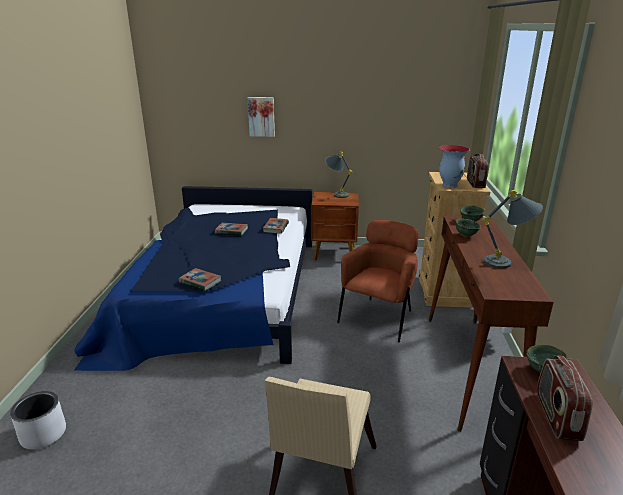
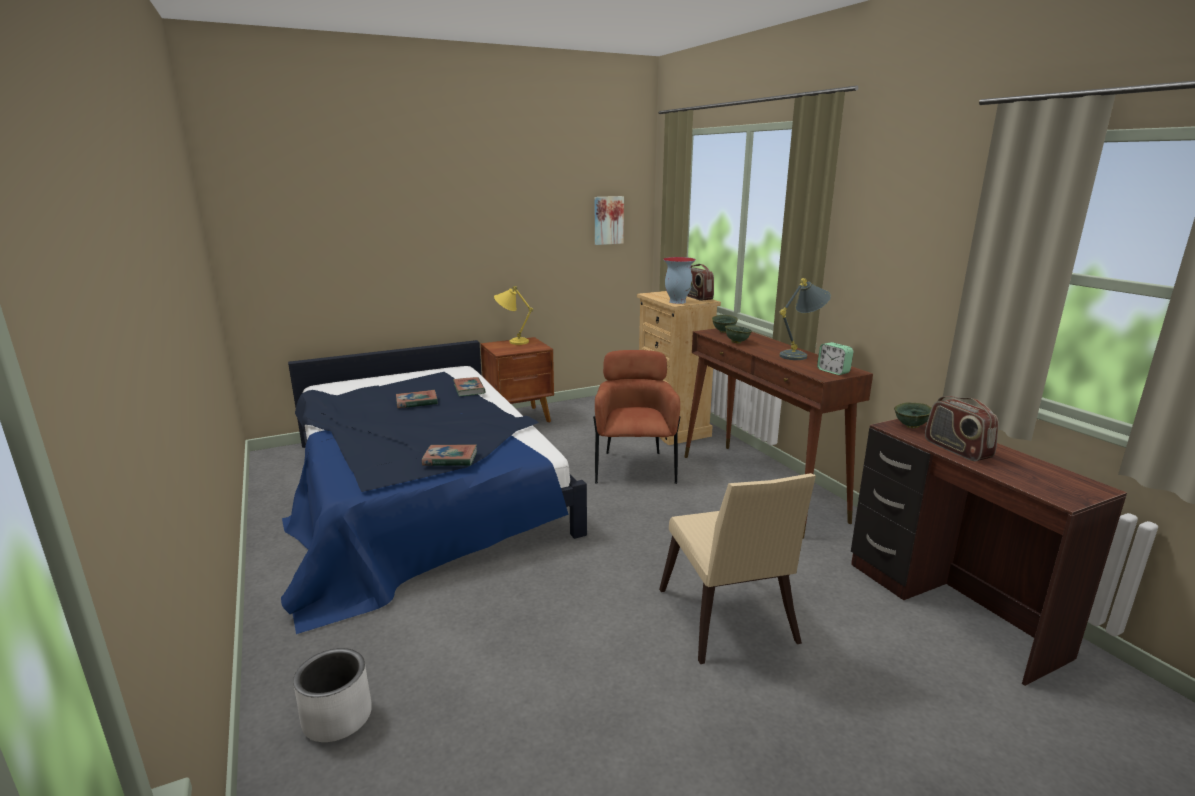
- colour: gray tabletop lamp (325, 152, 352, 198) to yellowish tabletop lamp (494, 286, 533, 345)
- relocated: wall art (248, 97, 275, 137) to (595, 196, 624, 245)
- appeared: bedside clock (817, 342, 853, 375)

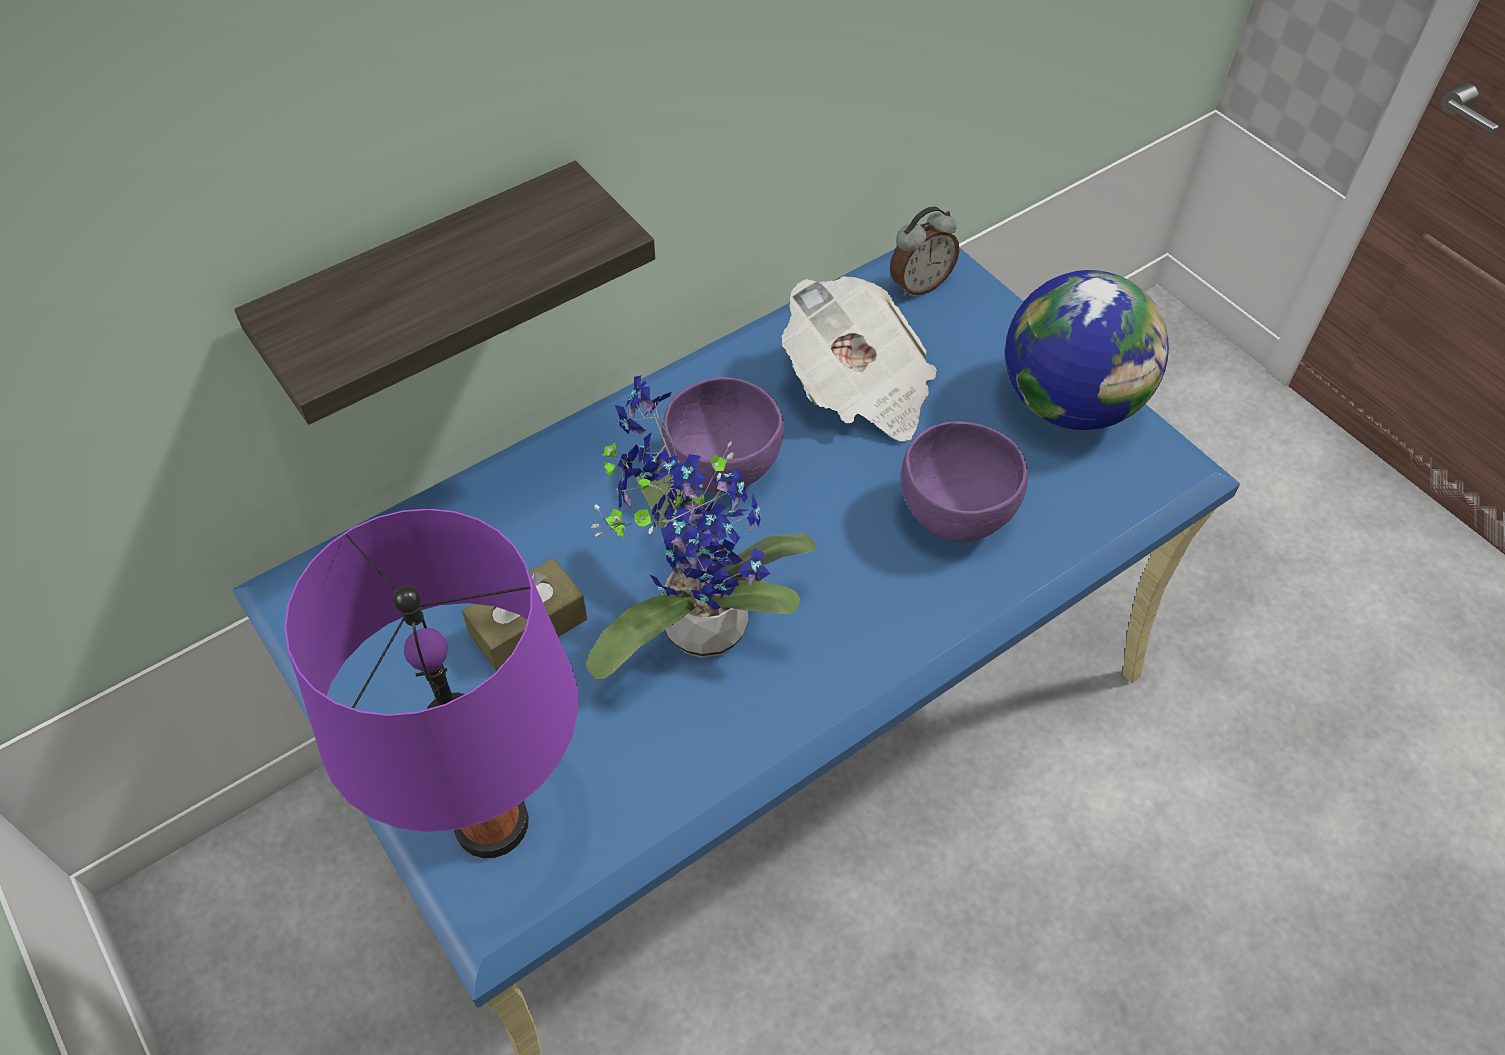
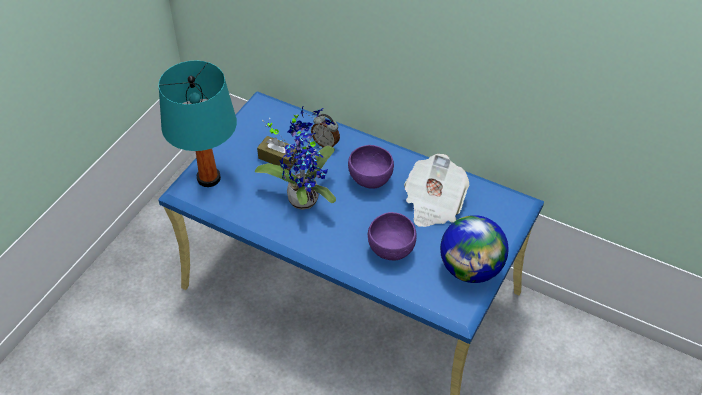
- colour: purplish tabletop lamp (284, 509, 578, 858) to turquoise tabletop lamp (159, 60, 237, 187)
- relocated: bedside clock (890, 206, 959, 297) to (311, 114, 340, 148)
- missing: shelf (234, 161, 655, 425)

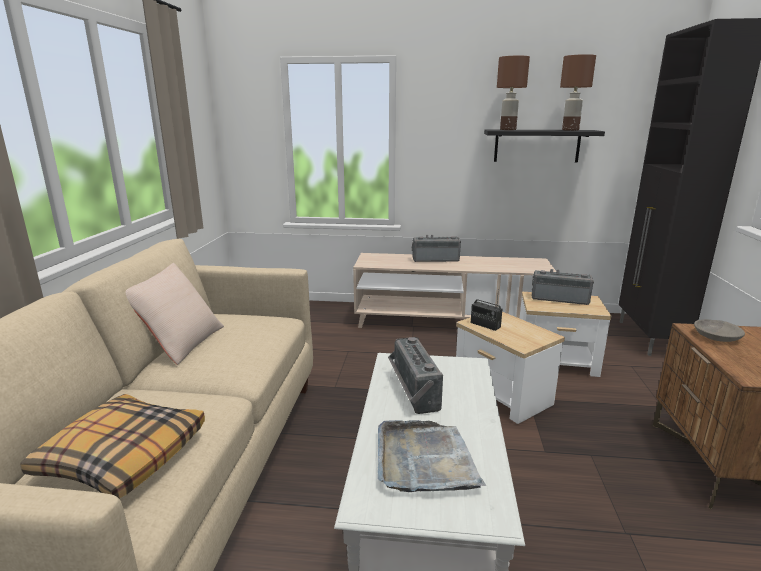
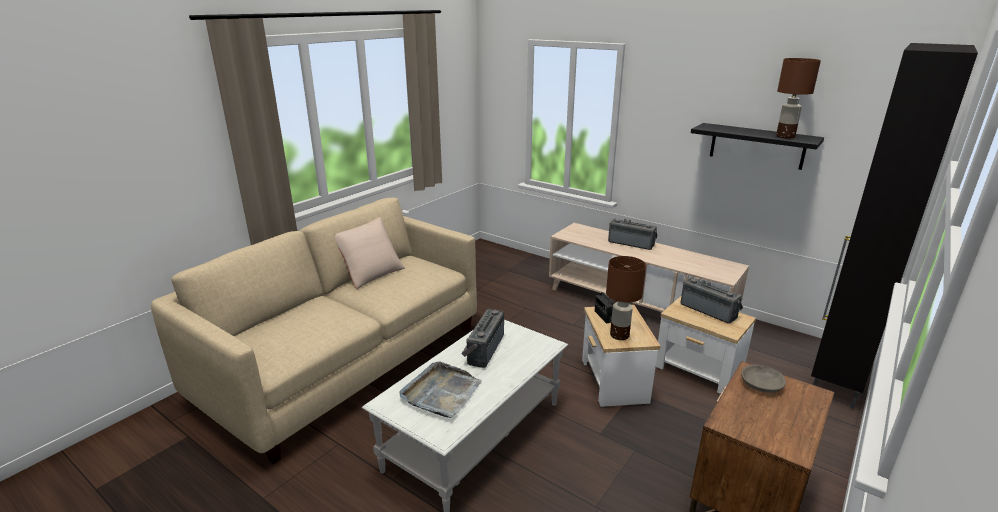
- relocated: brown-coloured tabletop lamp (497, 56, 530, 130) to (606, 256, 646, 340)
- missing: pillow (20, 394, 205, 499)

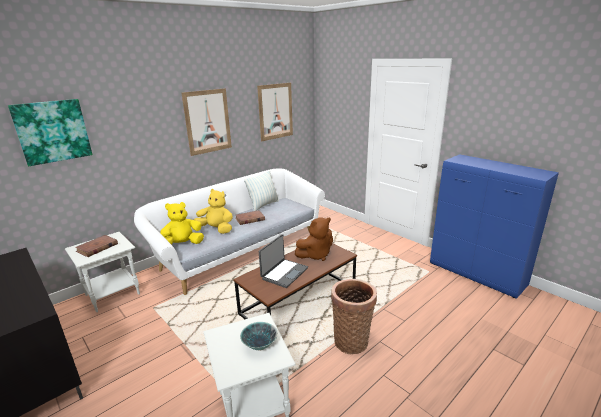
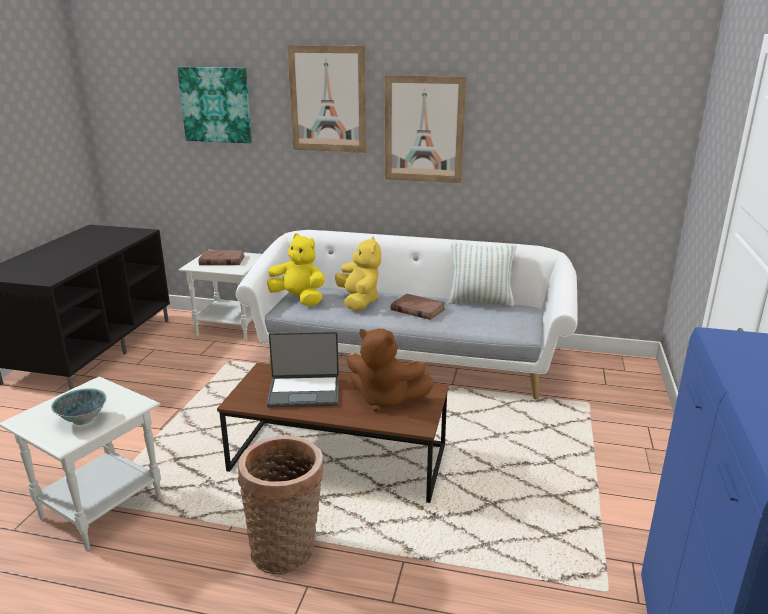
- relocated: wall art (257, 83, 293, 141) to (287, 45, 367, 153)

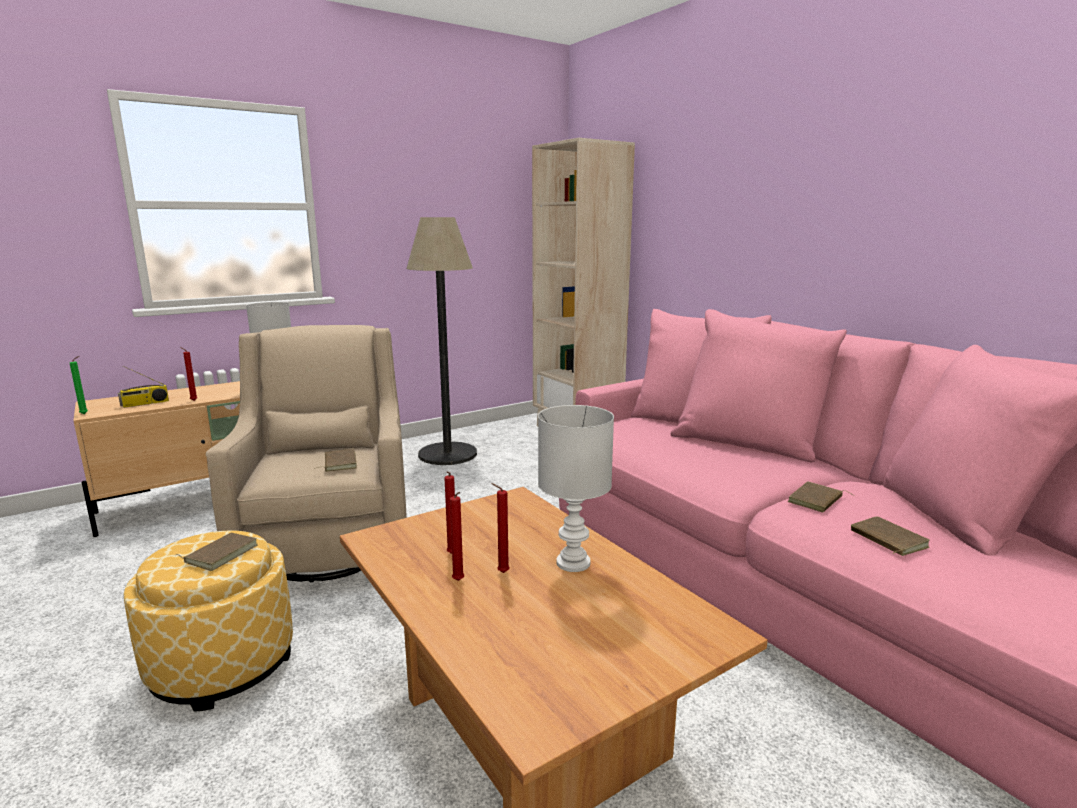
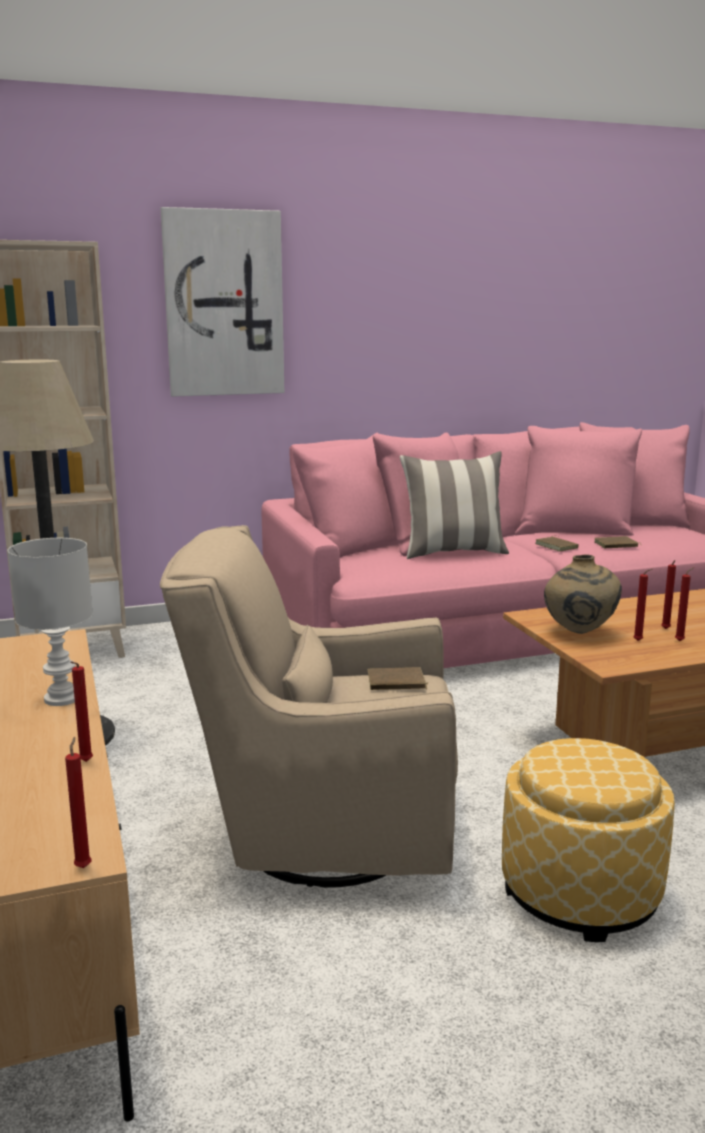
- colour: green-coloured wax candle (70, 356, 88, 414) to red wax candle (65, 737, 92, 868)
- appeared: wall art (160, 207, 284, 397)
- appeared: pillow (400, 451, 509, 559)
- appeared: beige vase (544, 554, 622, 634)
- missing: radio set (118, 366, 169, 408)
- missing: brown-coloured book (176, 533, 257, 571)
- missing: whitish tabletop lamp (538, 405, 614, 572)

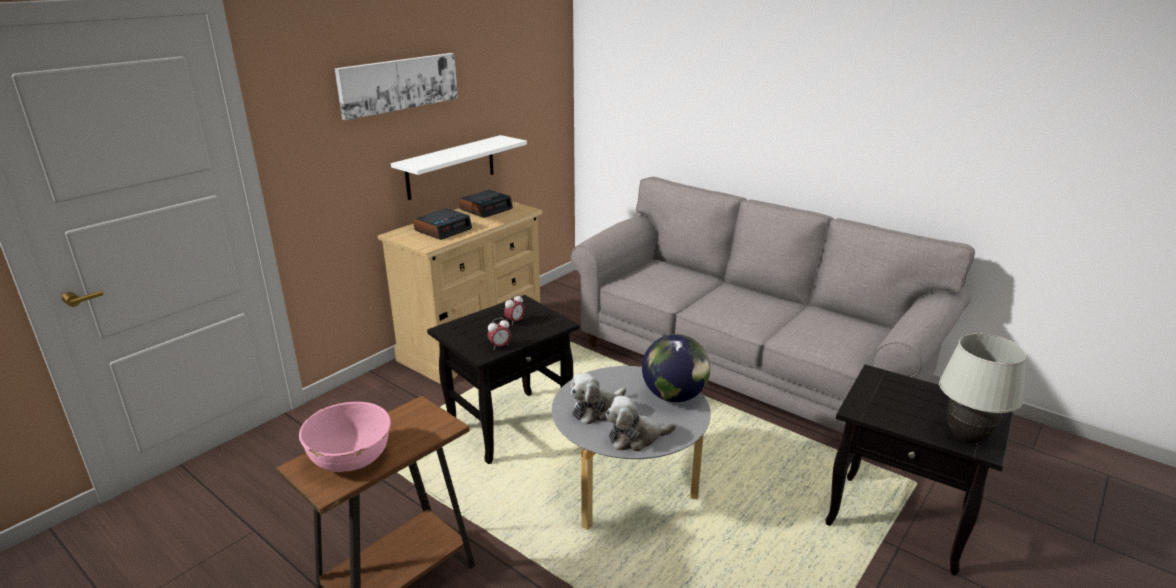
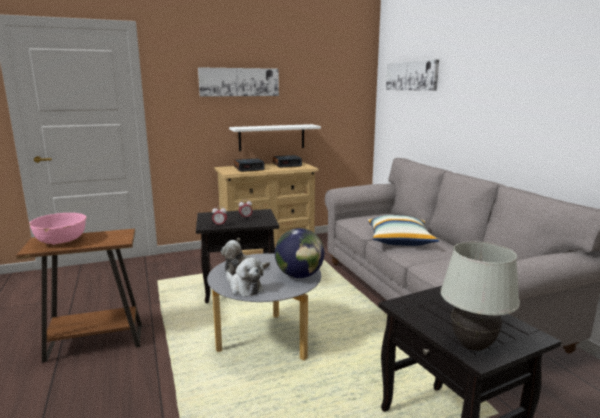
- spun: plush toy (605, 395, 677, 452) = (226, 257, 264, 296) 150 degrees counterclockwise
- appeared: pillow (367, 215, 439, 246)
- appeared: wall art (386, 59, 439, 91)

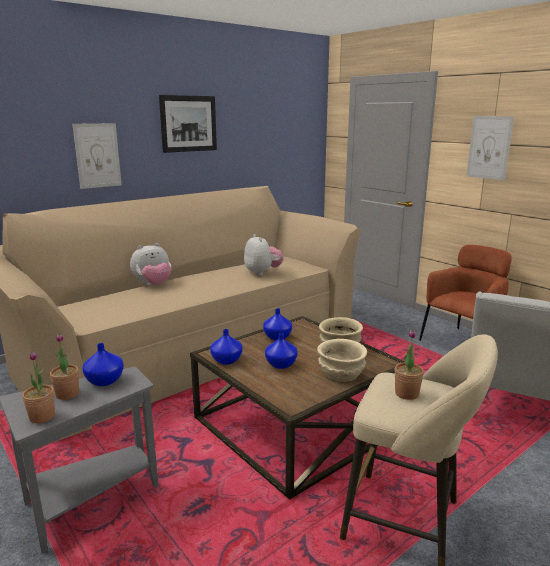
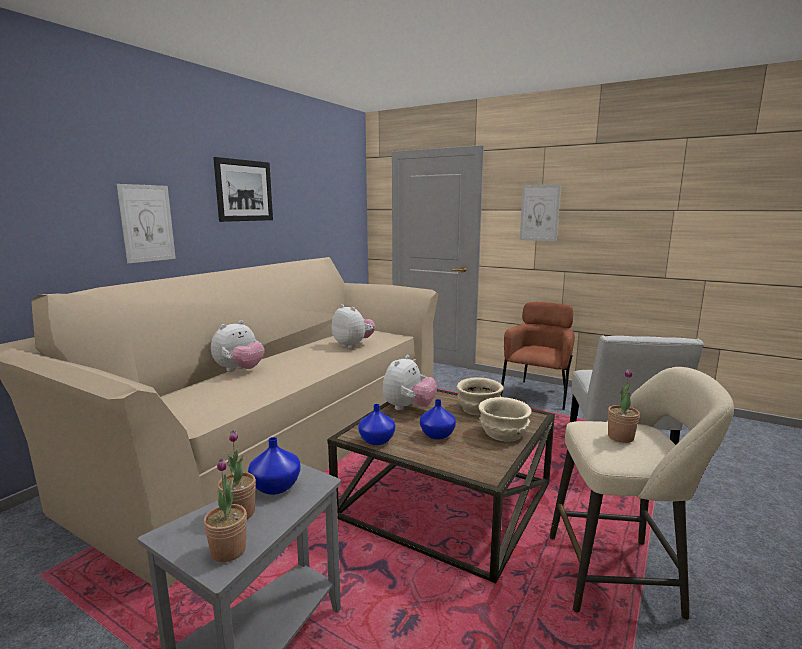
- exchanged: bluish vase (263, 308, 292, 340) to plush toy (382, 355, 437, 410)

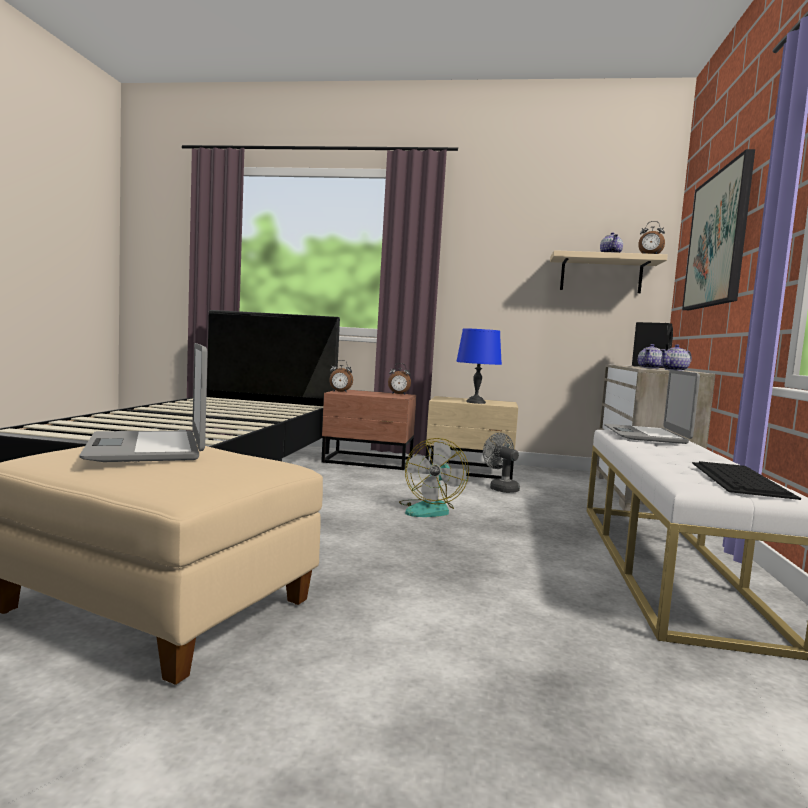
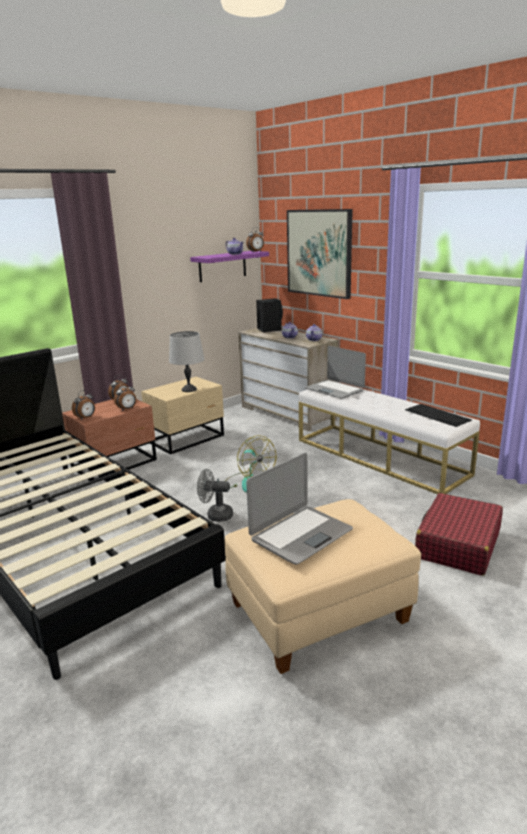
- appeared: bedside clock (114, 382, 136, 411)
- colour: bluish tabletop lamp (456, 328, 502, 404) to gray tabletop lamp (169, 331, 205, 392)
- colour: beige shelf (550, 250, 668, 293) to purplish shelf (190, 251, 269, 282)
- relocated: gray fan (483, 433, 520, 493) to (197, 469, 233, 522)
- spun: notebook computer (79, 343, 208, 462) = (246, 453, 353, 564) 60 degrees counterclockwise
- appeared: red travel case (415, 493, 503, 576)

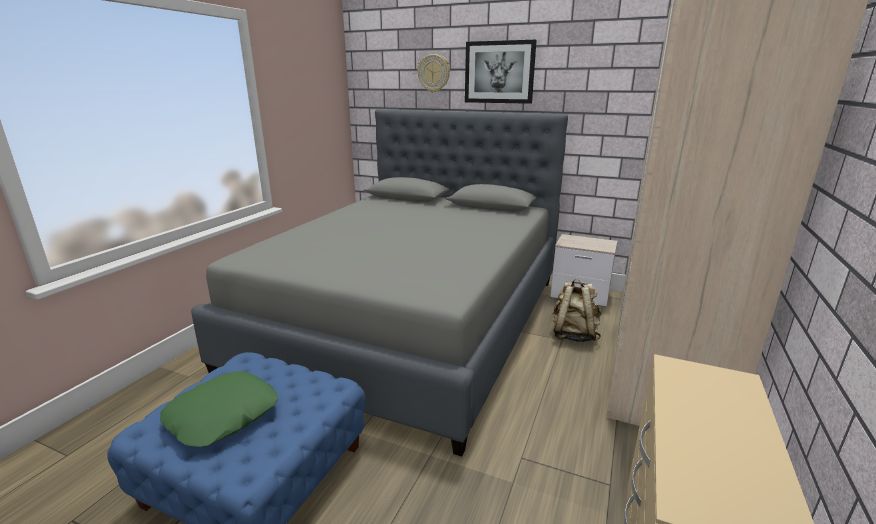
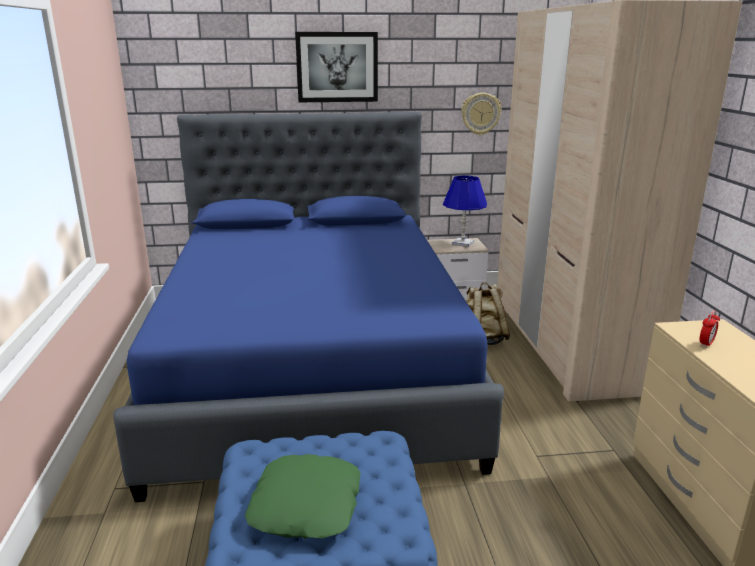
- colour: gray bed (191, 109, 568, 456) to bluish bed (113, 112, 504, 502)
- appeared: bluish tabletop lamp (443, 175, 487, 247)
- relocated: clock on the wall (417, 54, 450, 93) to (461, 93, 502, 135)
- appeared: bedside clock (699, 311, 720, 348)

